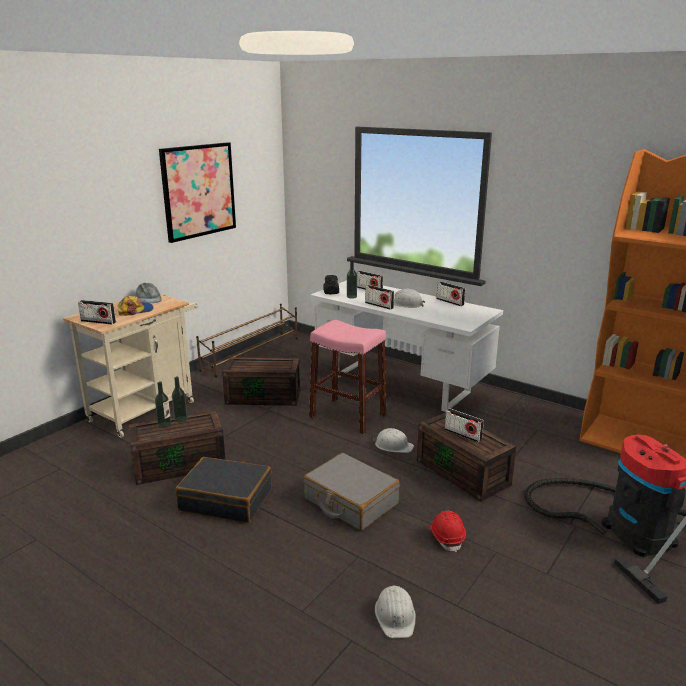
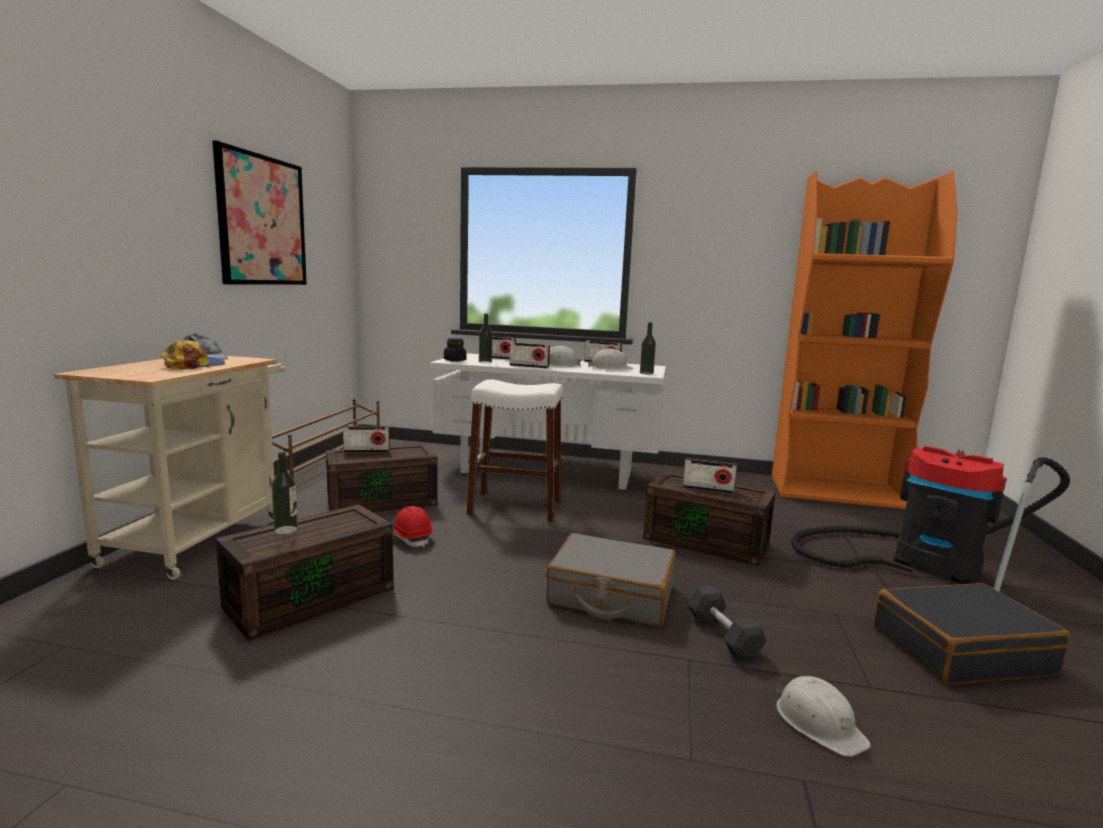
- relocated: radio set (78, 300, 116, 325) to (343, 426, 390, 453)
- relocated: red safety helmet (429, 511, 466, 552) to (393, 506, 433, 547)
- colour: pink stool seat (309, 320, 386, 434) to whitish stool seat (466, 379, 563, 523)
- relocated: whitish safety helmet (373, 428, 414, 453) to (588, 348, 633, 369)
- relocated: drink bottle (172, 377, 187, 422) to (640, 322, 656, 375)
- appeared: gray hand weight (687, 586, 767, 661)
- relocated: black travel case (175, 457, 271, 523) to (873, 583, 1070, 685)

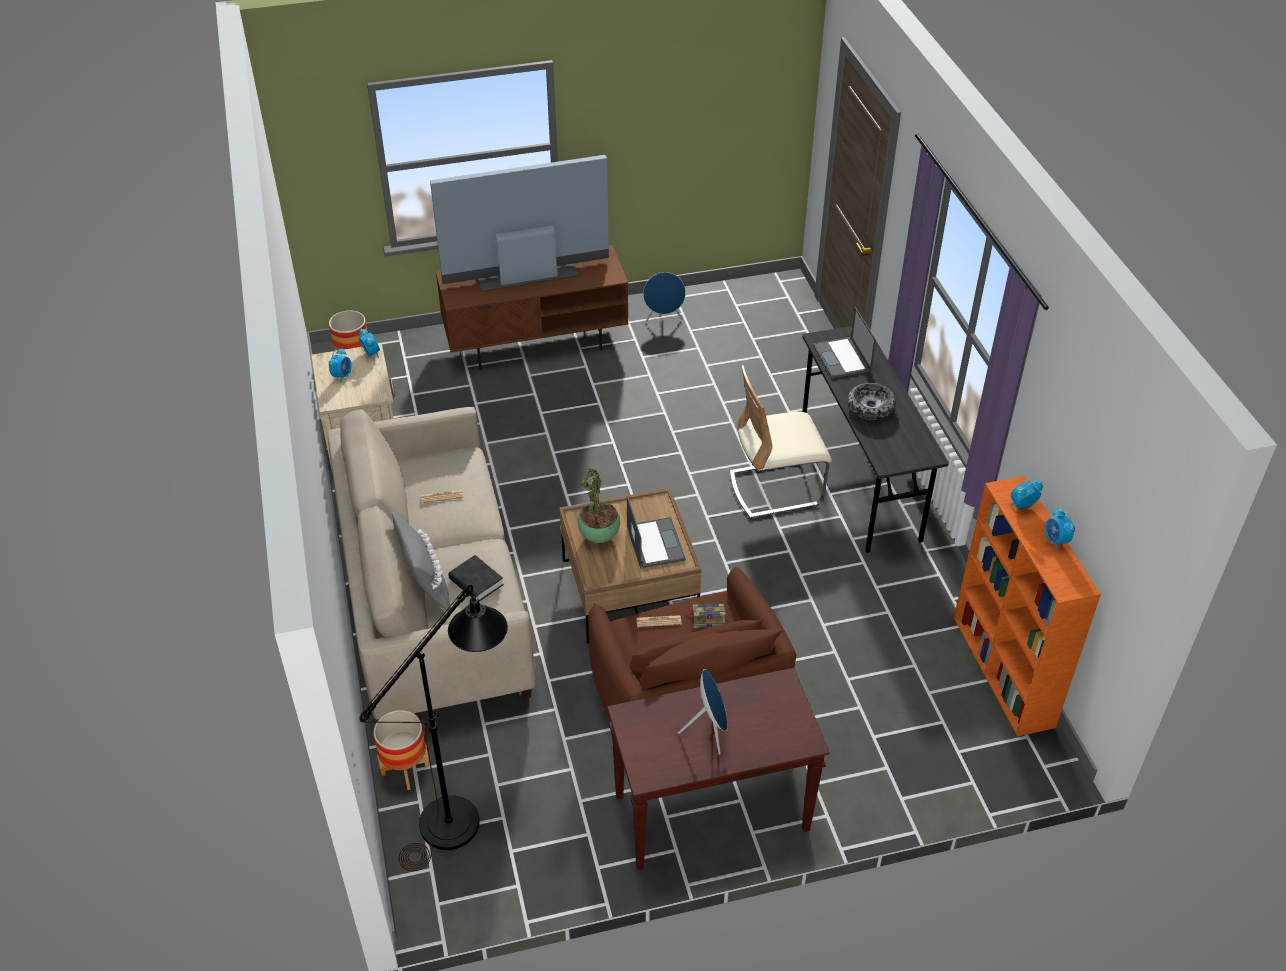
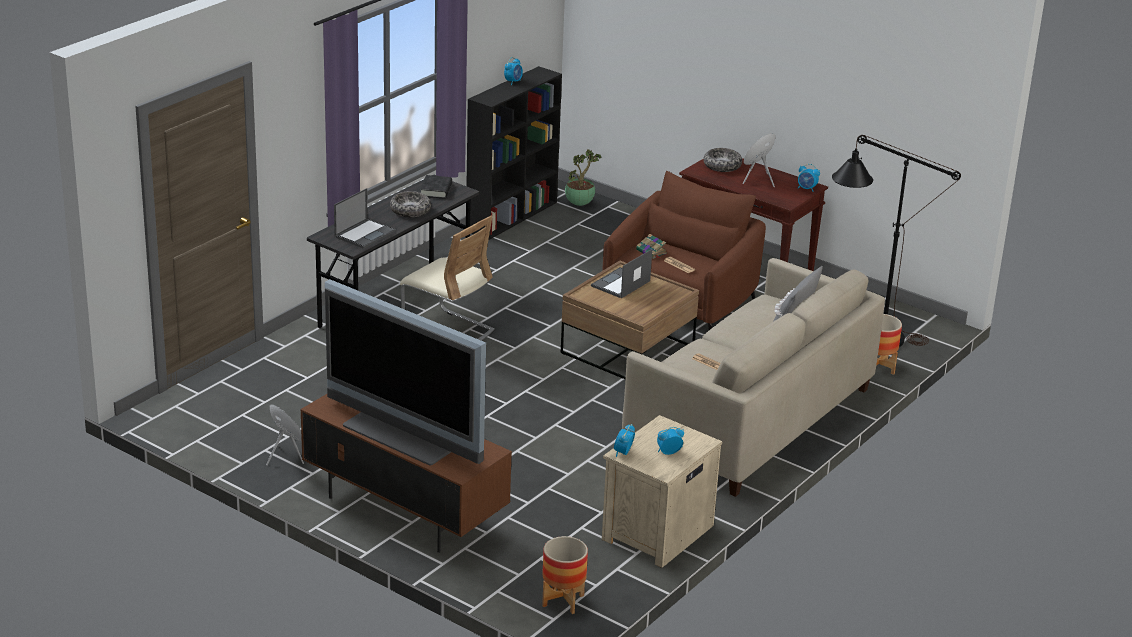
- relocated: black book (448, 555, 504, 602) to (420, 175, 452, 199)
- colour: orange-coloured bookshelf (954, 476, 1101, 737) to black bookshelf (466, 66, 562, 240)
- relocated: potted plant (578, 468, 620, 543) to (565, 149, 602, 206)
- appeared: serving bowl (703, 148, 742, 172)
- relocated: bedside clock (1011, 481, 1043, 510) to (798, 164, 820, 192)

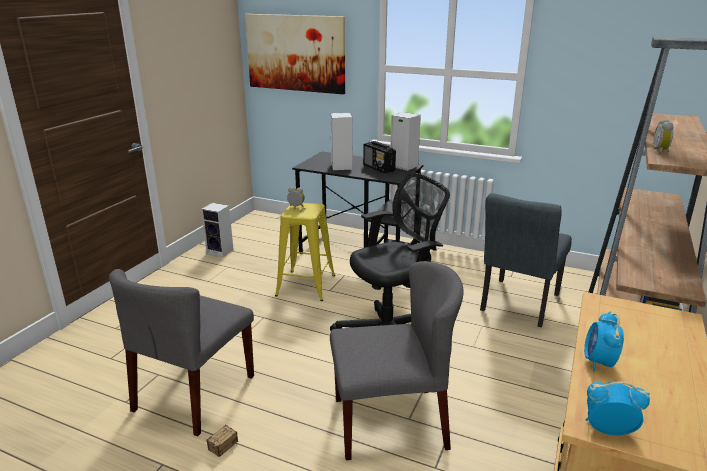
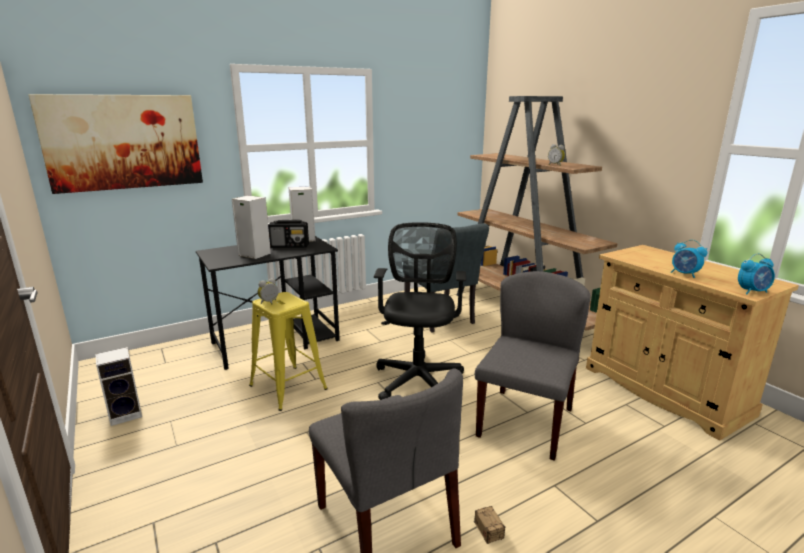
- spun: bedside clock (586, 381, 650, 435) = (738, 253, 775, 294) 150 degrees counterclockwise

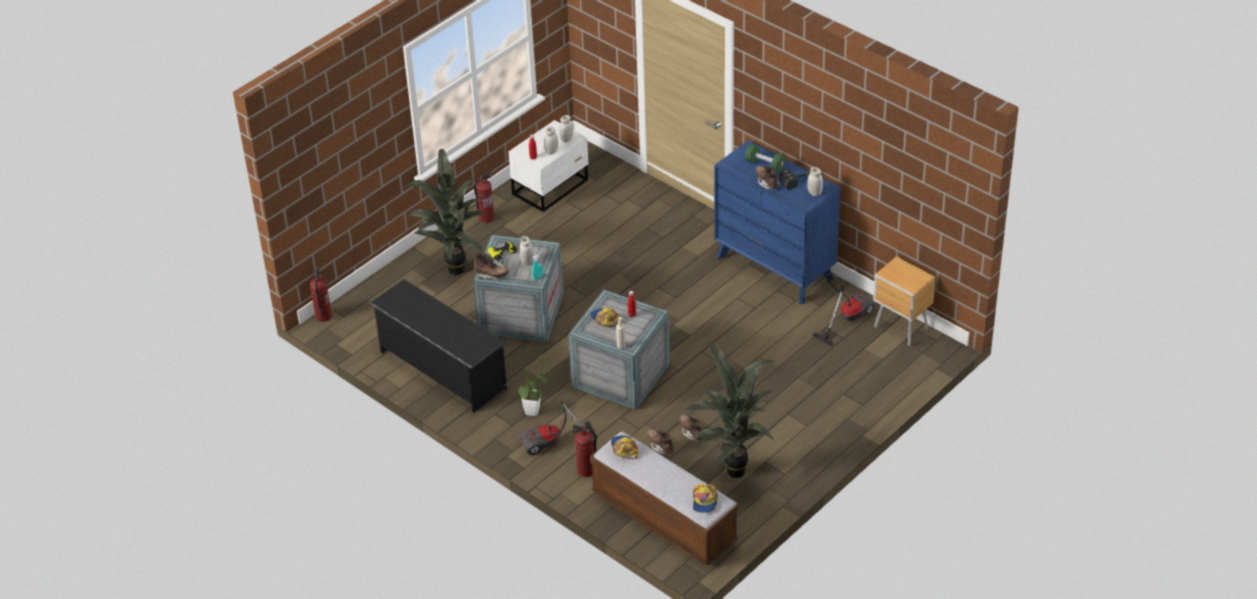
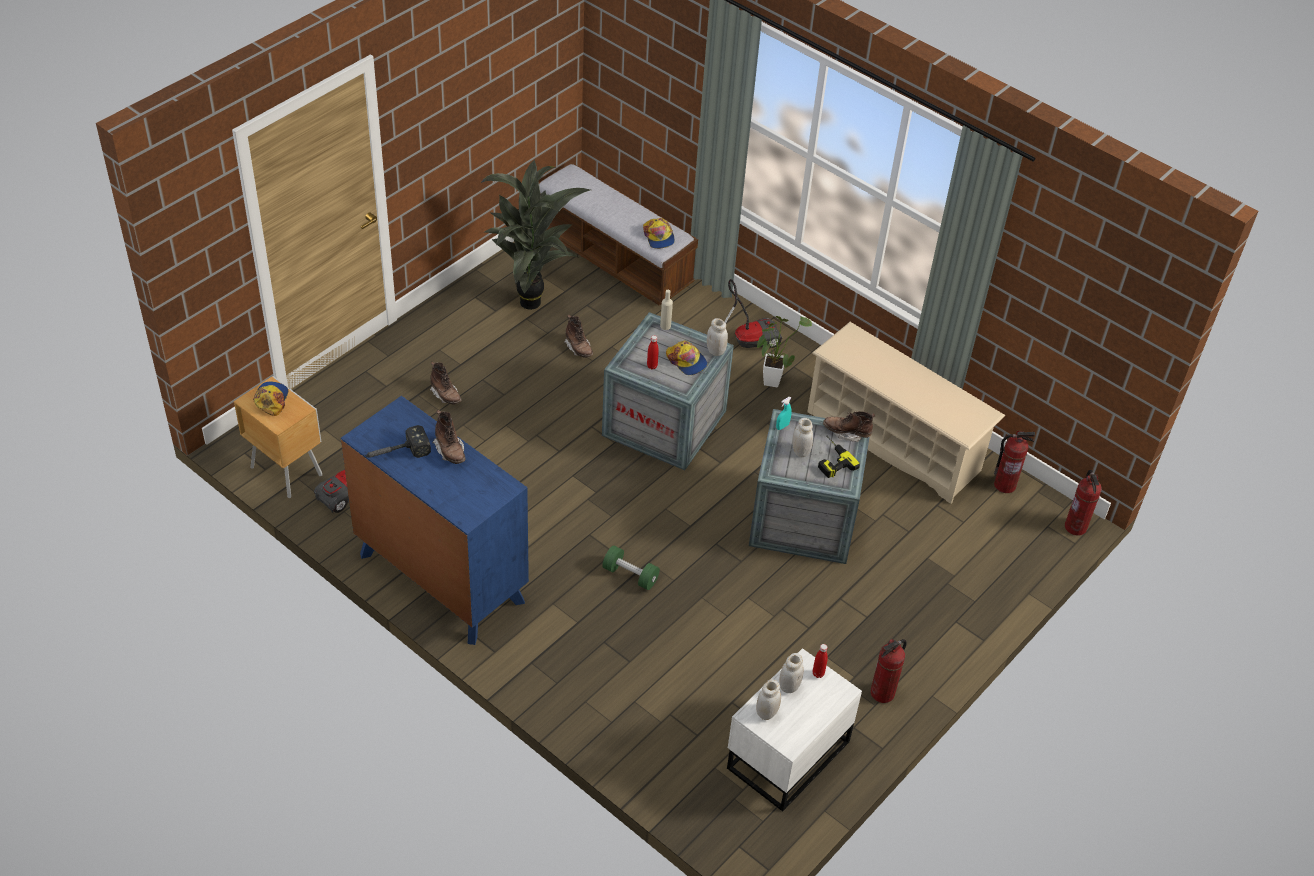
- relocated: peaked cap (693, 484, 718, 513) to (253, 382, 289, 416)
- relocated: brown-coloured boot (647, 429, 674, 454) to (430, 362, 462, 404)
- relocated: green-coloured hand weight (745, 144, 786, 172) to (602, 546, 660, 590)
- relocated: whitish jar (807, 167, 823, 196) to (707, 318, 728, 356)
- colour: black shoe shelf (369, 279, 507, 412) to beige shoe shelf (807, 322, 1005, 504)
- relocated: fire-fighting cylinder (572, 425, 597, 477) to (994, 431, 1035, 493)
- missing: potted plant (405, 149, 486, 275)

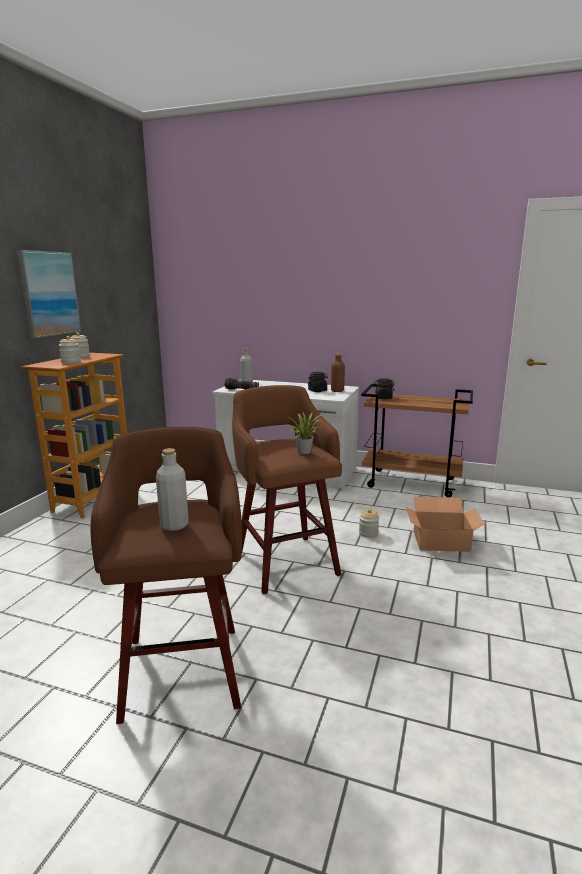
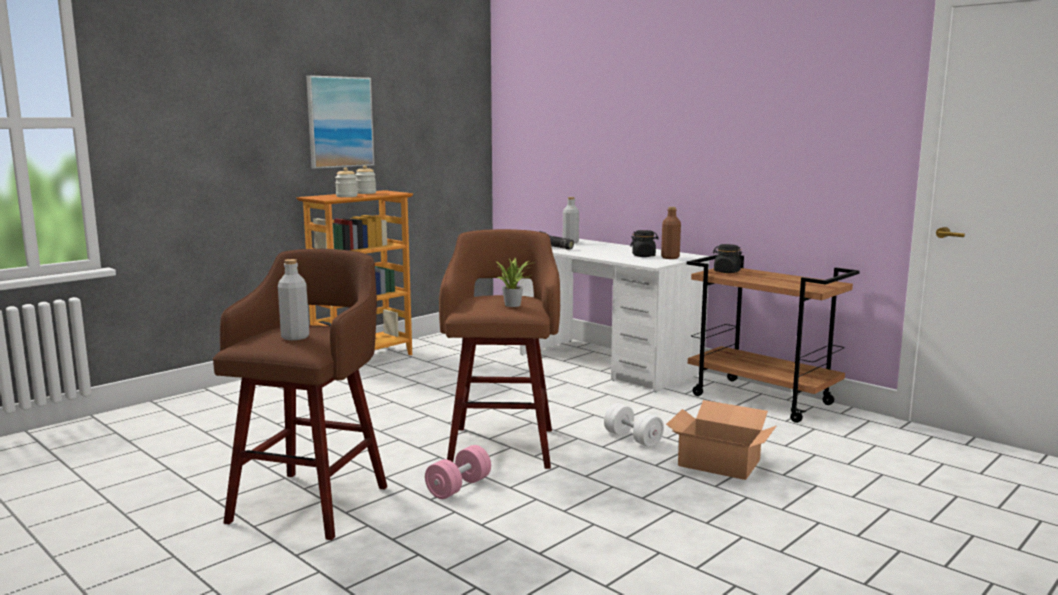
- appeared: pink hand weight (425, 445, 491, 499)
- exchanged: jar (359, 509, 379, 538) to whitish hand weight (604, 403, 664, 447)

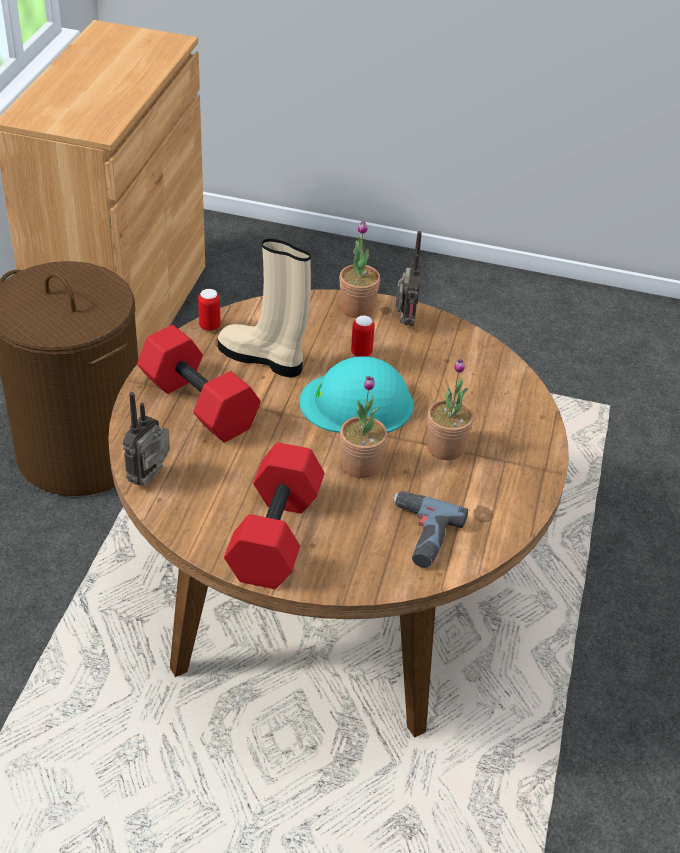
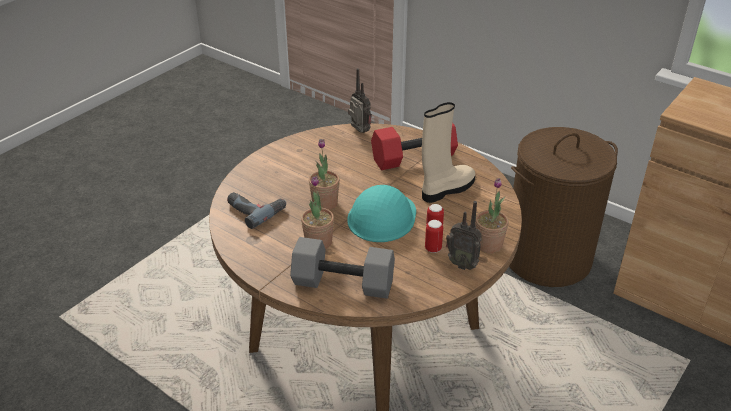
- appeared: gray hand weight (290, 237, 395, 299)
- relocated: sealed can (198, 289, 220, 331) to (425, 220, 443, 253)
- missing: red hand weight (224, 442, 325, 589)

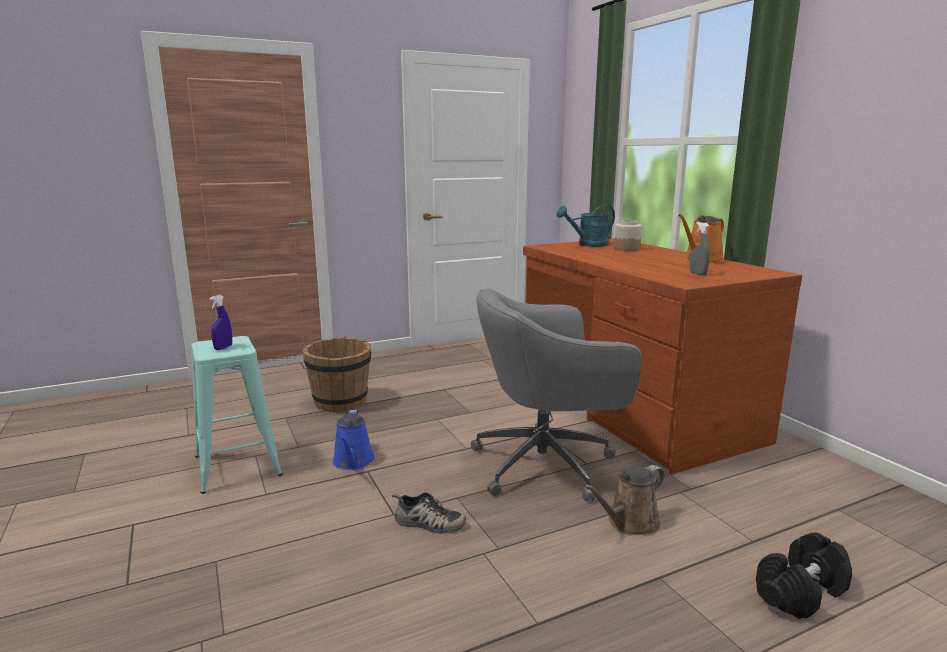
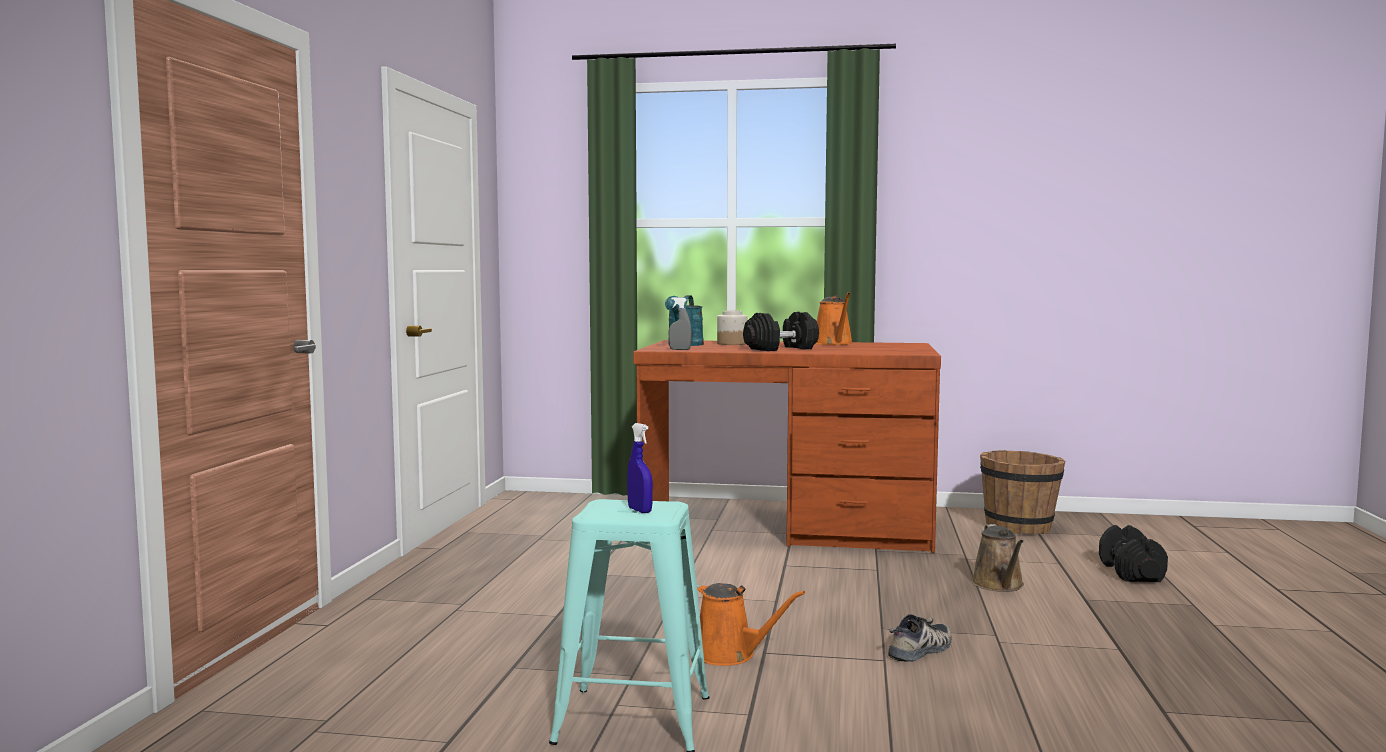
- relocated: gray spray bottle (690, 222, 710, 275) to (669, 297, 692, 350)
- colour: bluish sprinkling can (332, 410, 375, 470) to orange-coloured sprinkling can (697, 583, 805, 666)
- appeared: black hand weight (743, 312, 819, 351)
- relocated: brown-coloured water bucket (302, 337, 371, 413) to (980, 450, 1065, 534)
- missing: gray desk chair (471, 288, 642, 501)

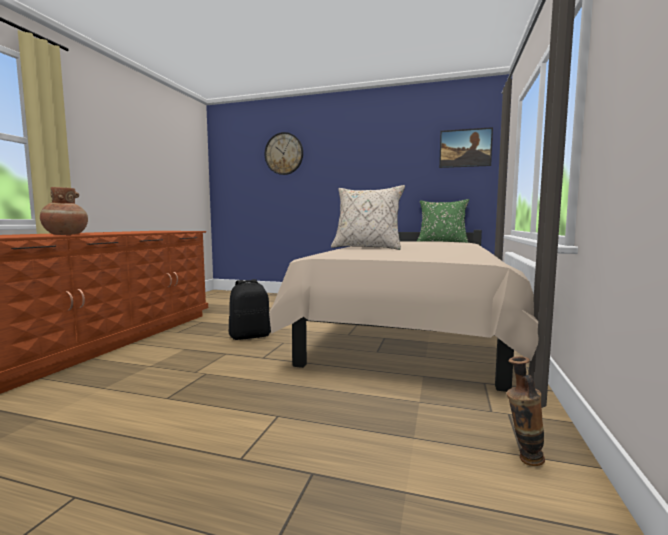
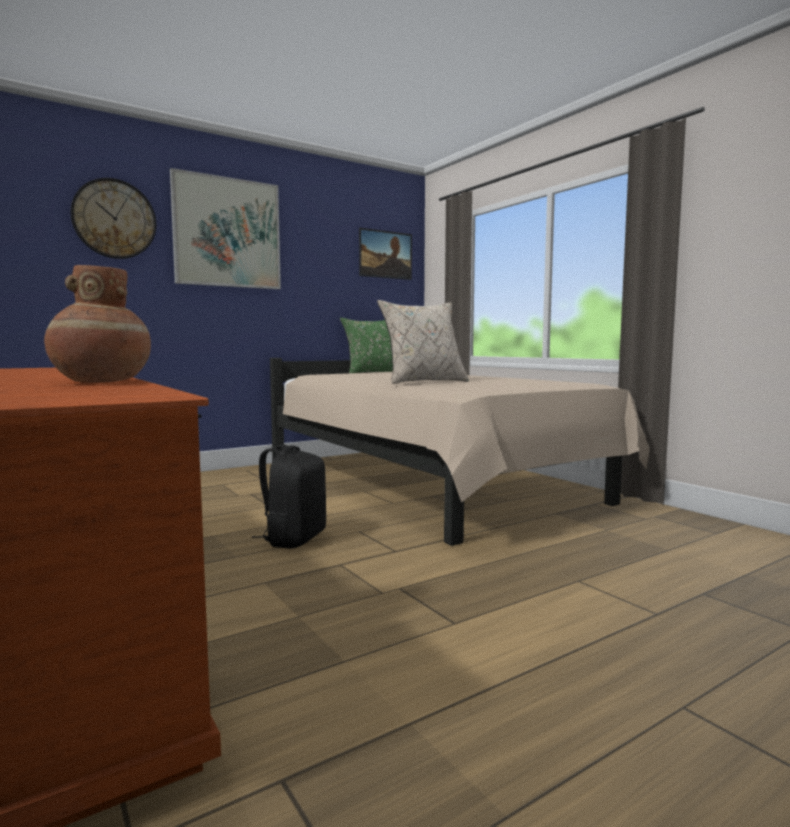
- appeared: wall art (170, 168, 281, 289)
- missing: vase (507, 356, 545, 466)

